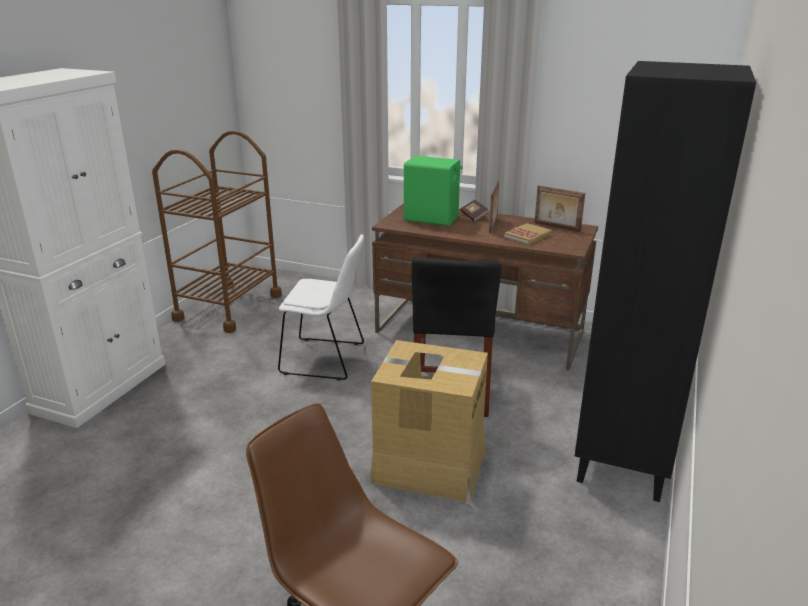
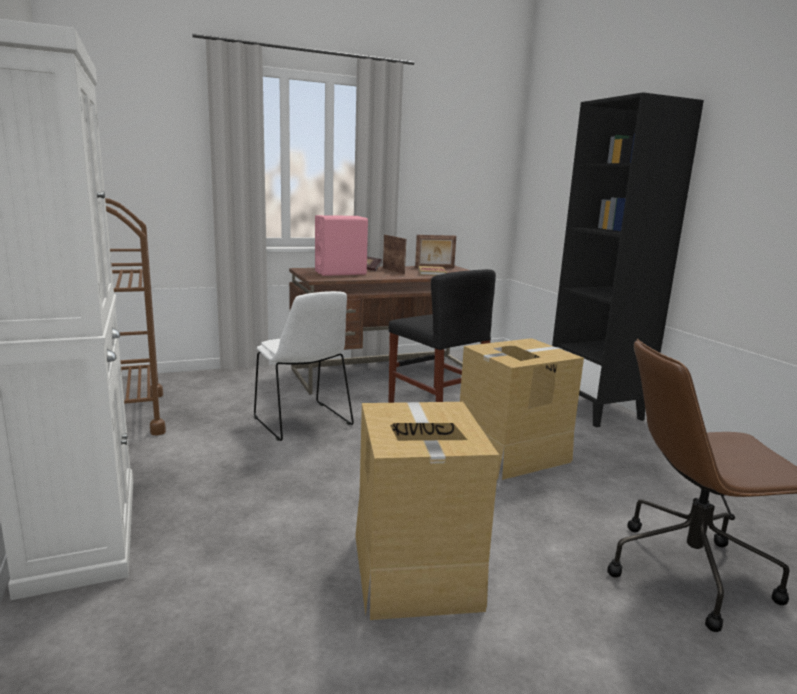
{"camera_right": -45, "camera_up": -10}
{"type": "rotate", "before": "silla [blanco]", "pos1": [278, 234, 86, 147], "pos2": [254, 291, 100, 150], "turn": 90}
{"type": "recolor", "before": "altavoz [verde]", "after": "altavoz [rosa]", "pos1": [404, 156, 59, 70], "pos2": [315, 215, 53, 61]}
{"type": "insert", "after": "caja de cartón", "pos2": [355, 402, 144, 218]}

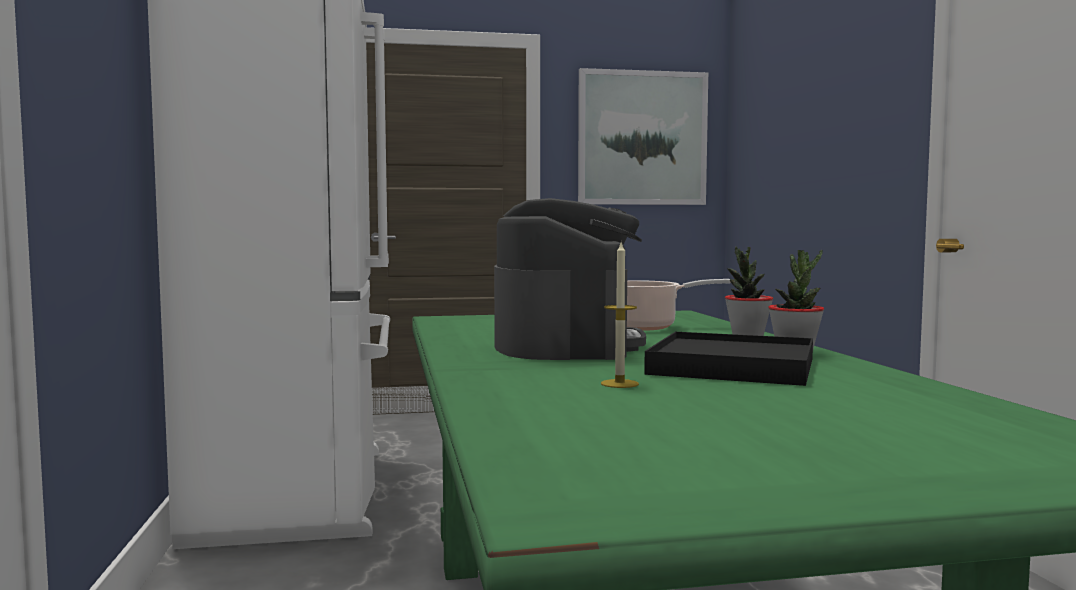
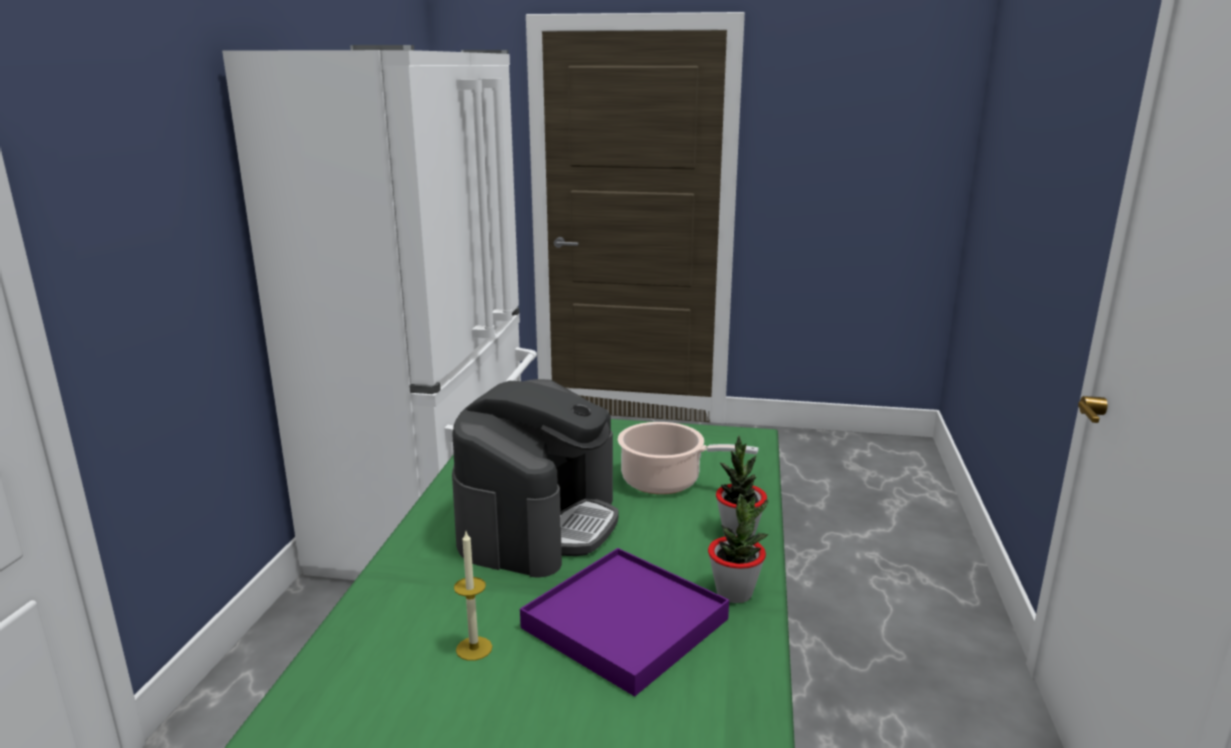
{"camera_right": 20, "camera_up": 15}
{"type": "delete", "before": "cuadro", "pos1": [578, 68, 130, 137]}
{"type": "recolor", "before": "bandeja [negro]", "after": "bandeja [morado]", "pos1": [644, 332, 169, 54], "pos2": [520, 548, 209, 148]}

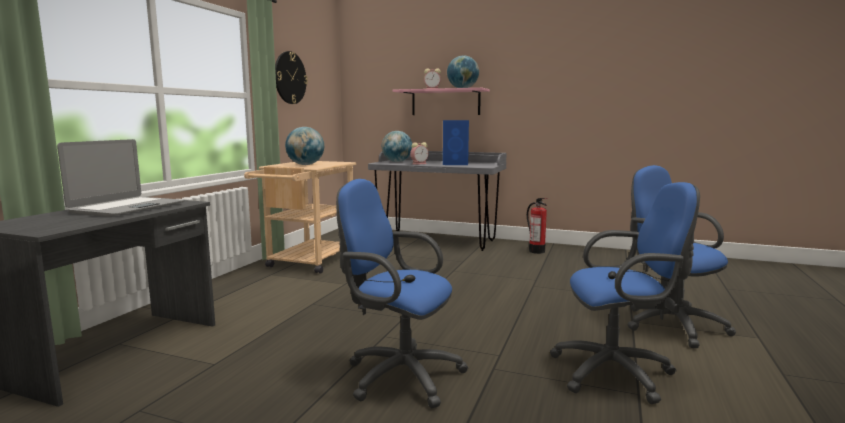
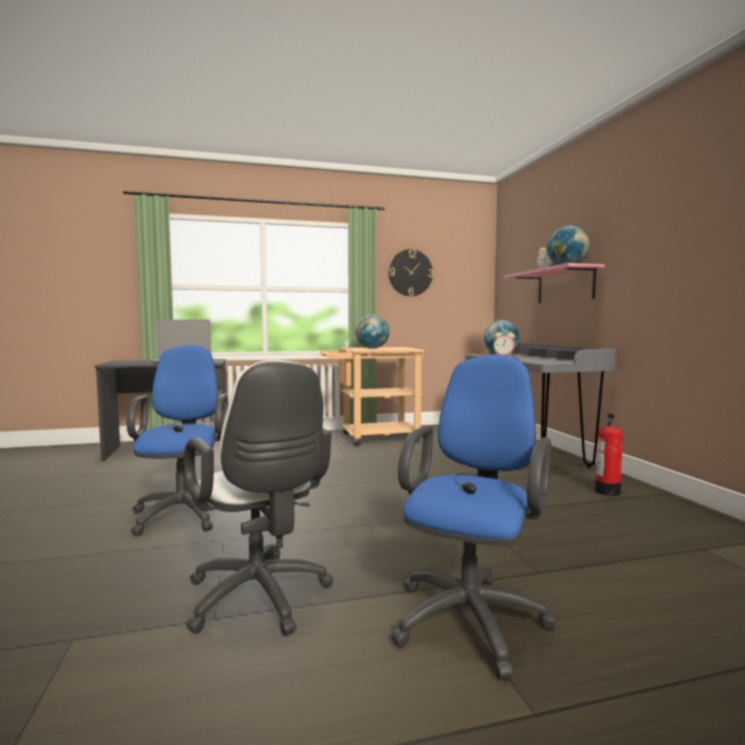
{"camera_right": 55, "camera_up": -5}
{"type": "delete", "before": "altavoz [azul]", "pos1": [443, 120, 26, 45]}
{"type": "recolor", "before": "silla de oficina [azul]", "after": "silla de oficina [blanco]", "pos1": [550, 182, 150, 222], "pos2": [183, 360, 151, 276]}

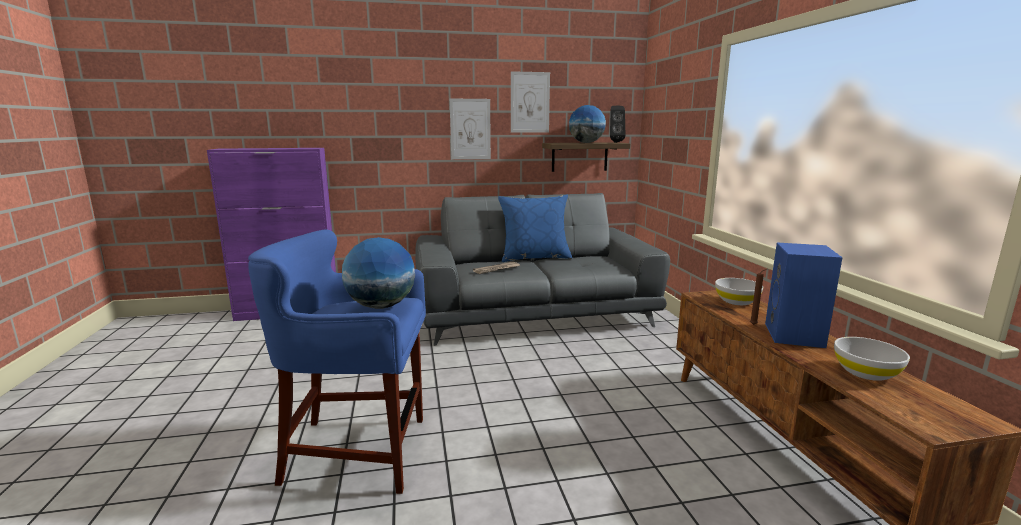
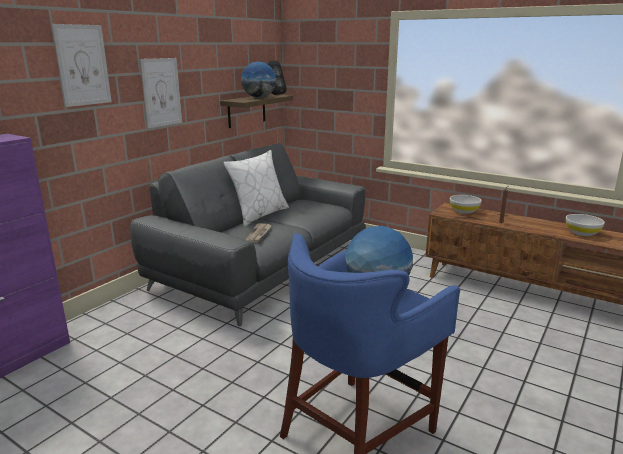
{"camera_right": -45, "camera_up": 5}
{"type": "recolor", "before": "cojín [azul]", "after": "cojín [blanco]", "pos1": [498, 195, 74, 67], "pos2": [223, 150, 66, 77]}
{"type": "move", "before": "cuadro", "pos1": [511, 71, 39, 62], "pos2": [51, 24, 61, 83]}
{"type": "delete", "before": "altavoz [azul]", "pos1": [765, 243, 77, 105]}

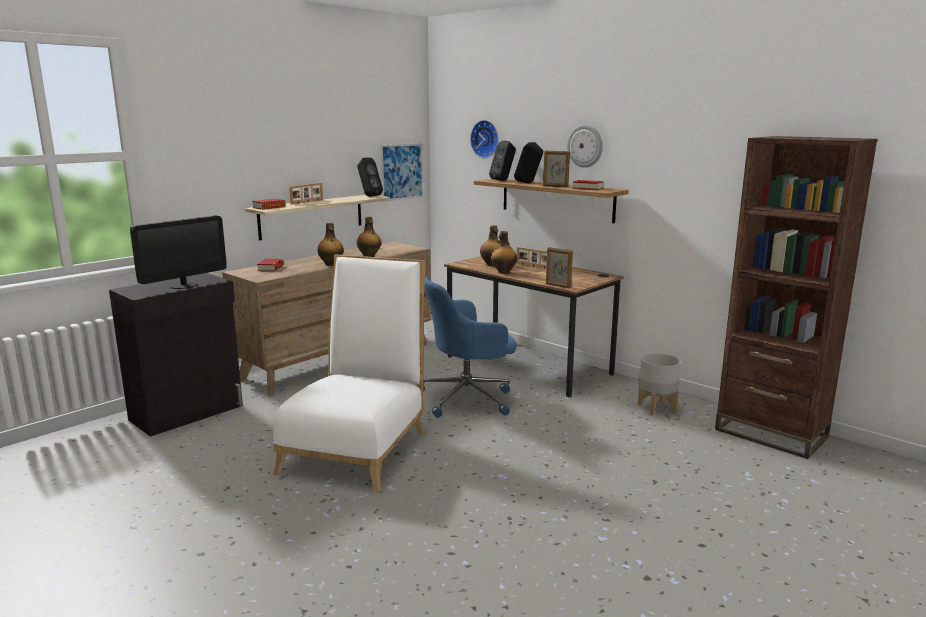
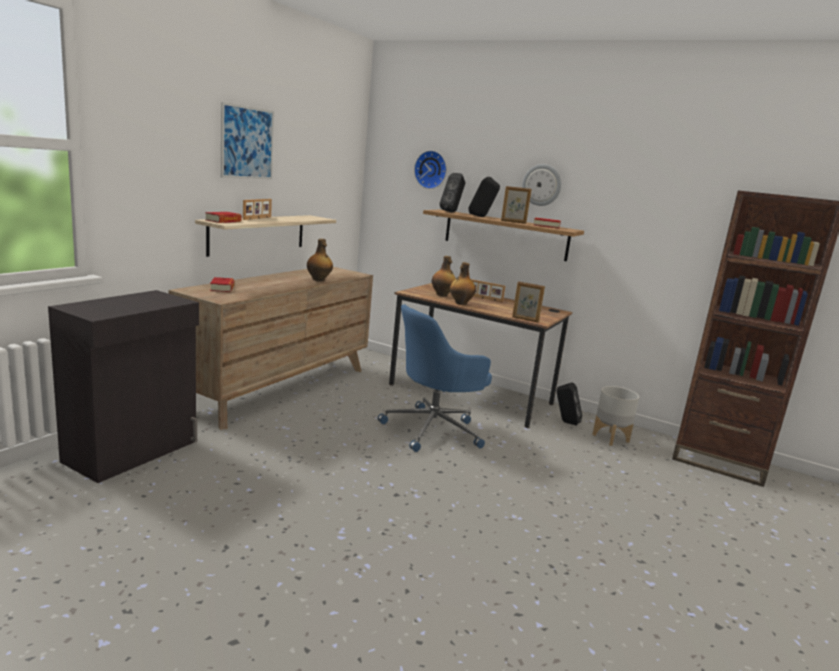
{"camera_right": -15, "camera_up": 0}
{"type": "delete", "before": "monitor", "pos1": [130, 215, 97, 74]}
{"type": "delete", "before": "silla [blanco]", "pos1": [273, 255, 153, 237]}
{"type": "delete", "before": "botella", "pos1": [317, 223, 27, 43]}
{"type": "move", "before": "altavoz [negro]", "pos1": [357, 157, 26, 40], "pos2": [556, 382, 26, 44]}
{"type": "move", "before": "cuadro", "pos1": [380, 143, 43, 59], "pos2": [221, 102, 53, 78]}

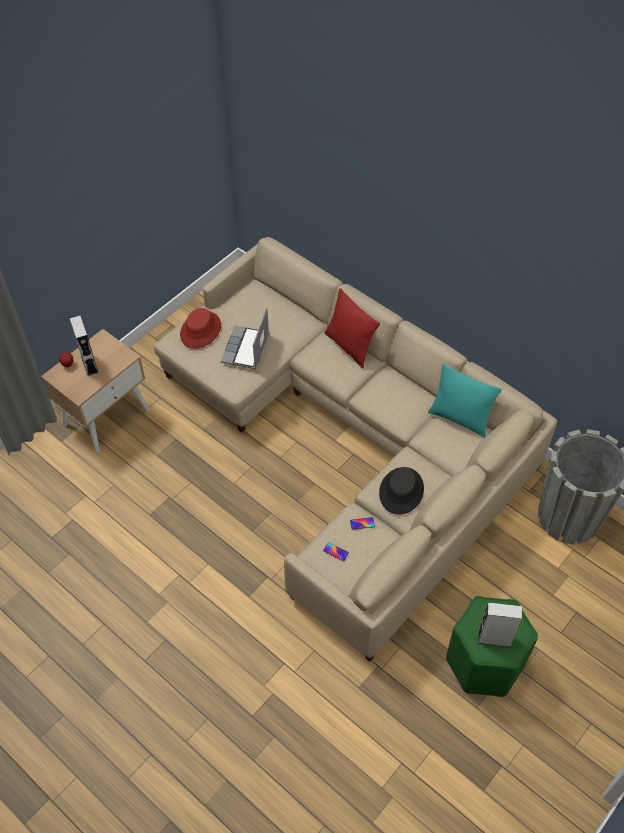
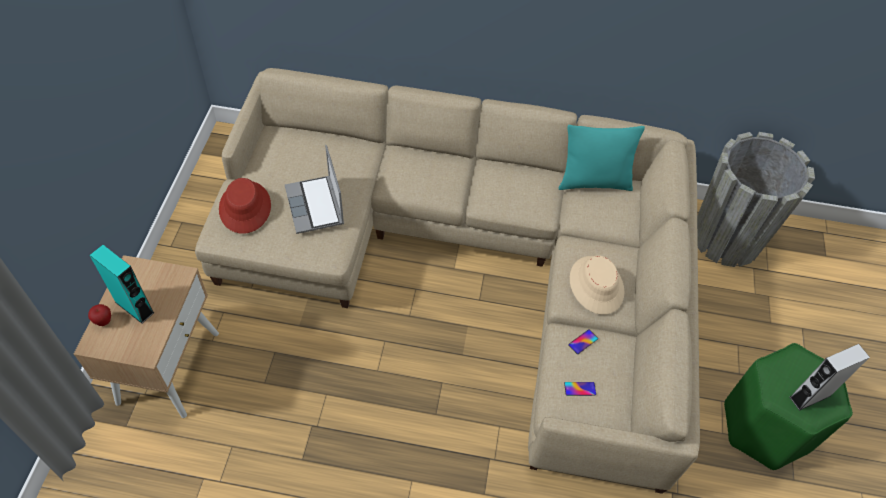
{"camera_right": -35, "camera_up": 0}
{"type": "recolor", "before": "altavoz [gris]", "after": "altavoz [turquesa]", "pos1": [69, 315, 30, 61], "pos2": [90, 245, 64, 79]}
{"type": "delete", "before": "cojín [rojo]", "pos1": [324, 288, 56, 80]}
{"type": "recolor", "before": "sombrero [negro]", "after": "sombrero [beis]", "pos1": [379, 467, 45, 48], "pos2": [570, 256, 54, 59]}

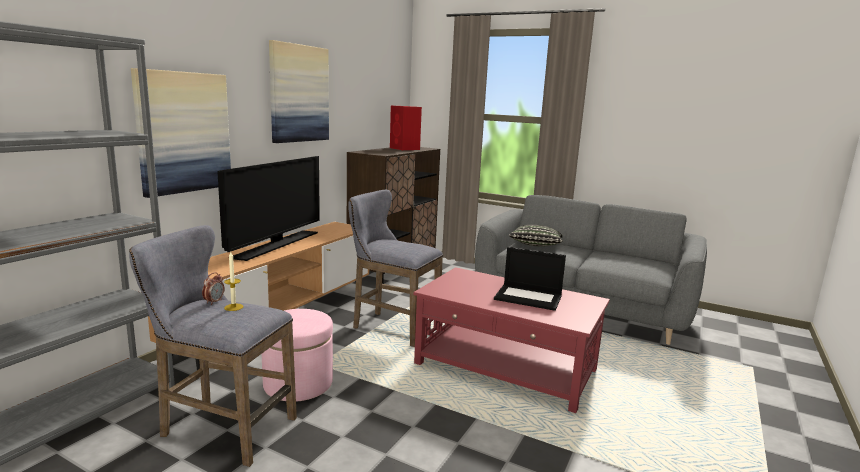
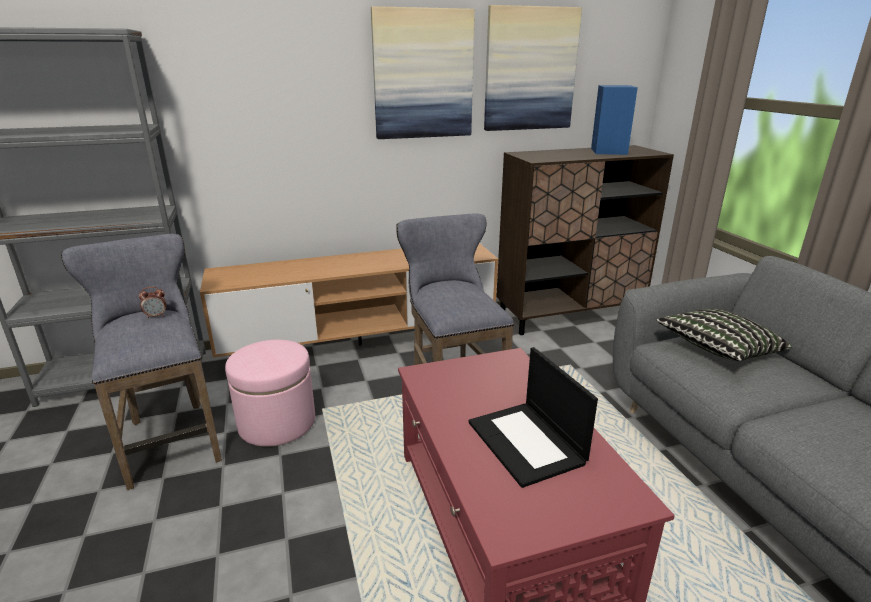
{"camera_right": 45, "camera_up": 10}
{"type": "move", "before": "cuadro", "pos1": [131, 68, 100, 130], "pos2": [484, 5, 98, 126]}
{"type": "delete", "before": "televisor", "pos1": [217, 156, 103, 105]}
{"type": "delete", "before": "vela", "pos1": [224, 252, 19, 59]}
{"type": "recolor", "before": "altavoz [rojo]", "after": "altavoz [azul]", "pos1": [390, 106, 32, 44], "pos2": [591, 85, 47, 70]}

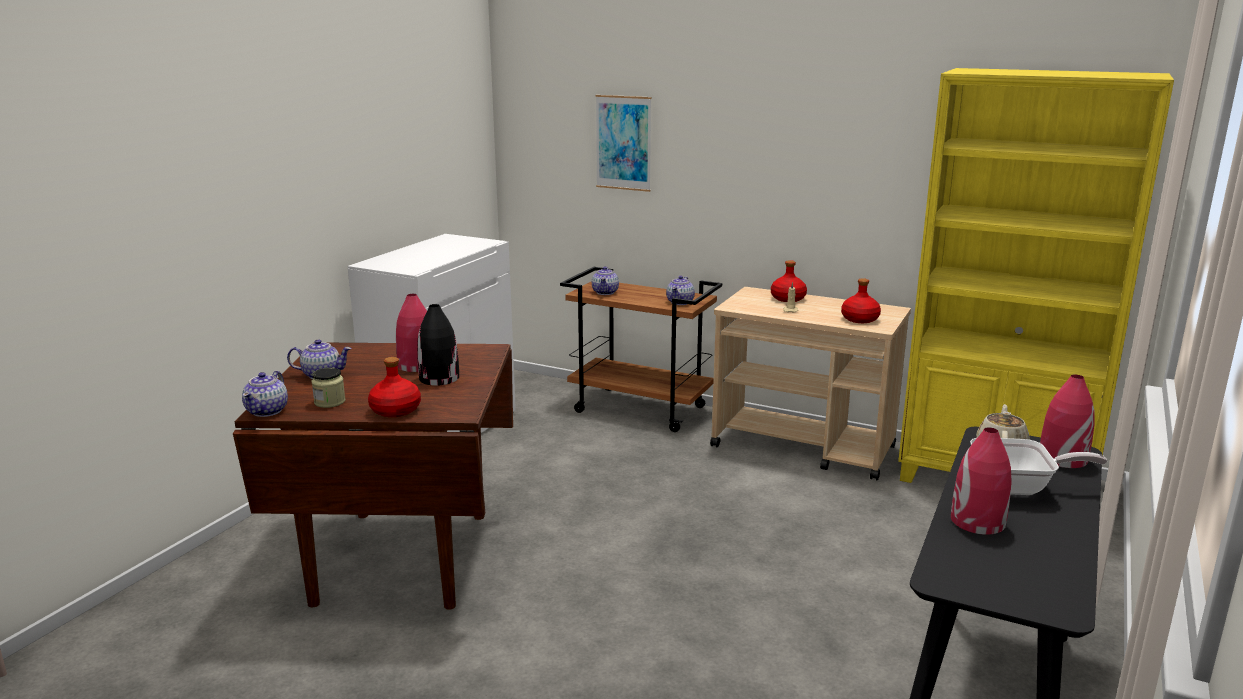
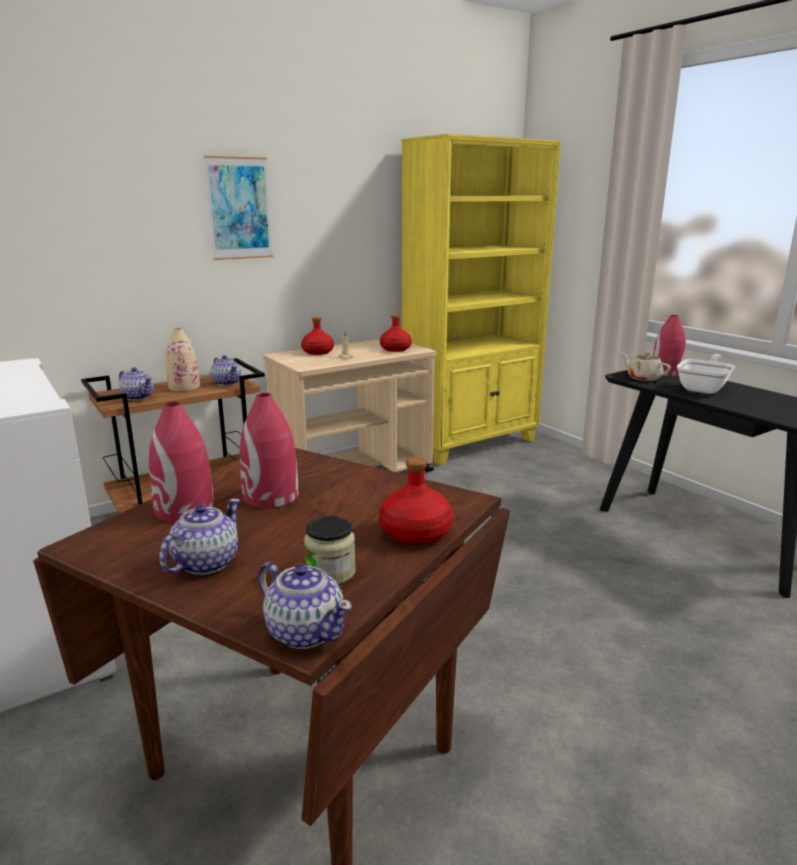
{"camera_right": -60, "camera_up": 0}
{"type": "delete", "before": "florero [negro]", "pos1": [417, 304, 42, 82]}
{"type": "move", "before": "cuadro", "pos1": [596, 95, 56, 97], "pos2": [204, 156, 69, 104]}
{"type": "move", "before": "florero [rojo]", "pos1": [951, 427, 61, 108], "pos2": [149, 402, 65, 120]}
{"type": "insert", "after": "florero [beis]", "pos2": [166, 328, 34, 63]}

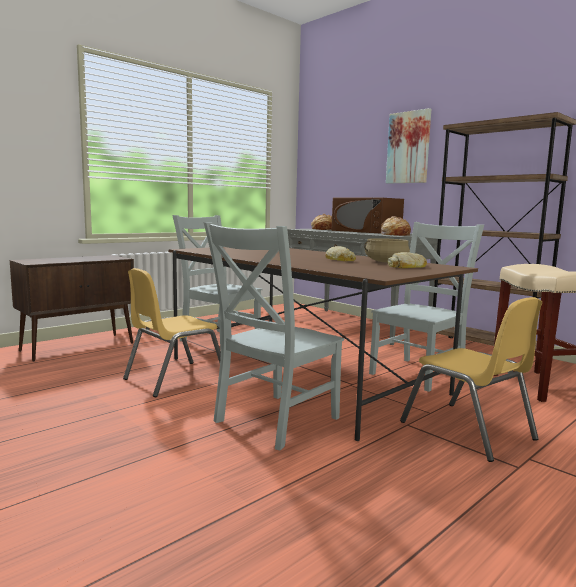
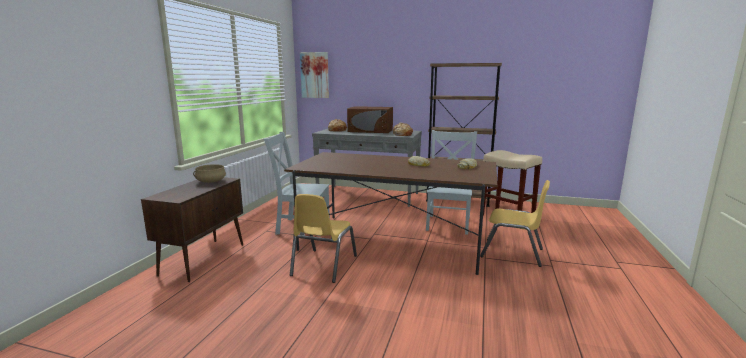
{"camera_right": -30, "camera_up": 5}
{"type": "delete", "before": "silla [gris]", "pos1": [204, 222, 140, 229]}
{"type": "move", "before": "olla [beis]", "pos1": [364, 238, 46, 25], "pos2": [193, 164, 33, 19]}
{"type": "move", "before": "cuadro", "pos1": [386, 108, 45, 76], "pos2": [300, 52, 29, 46]}

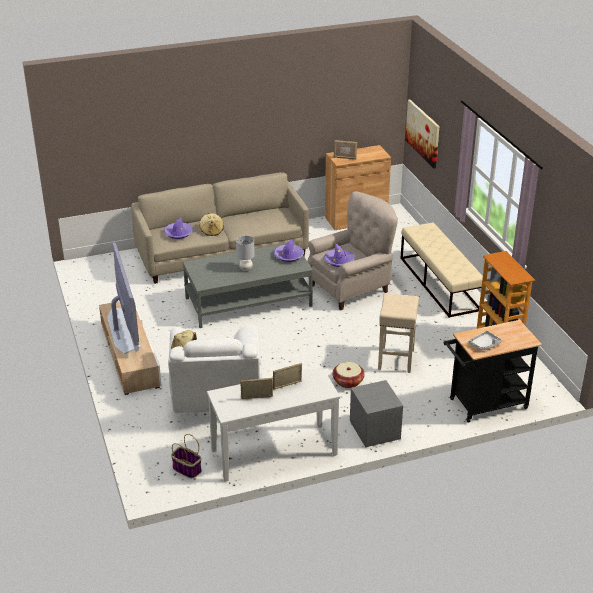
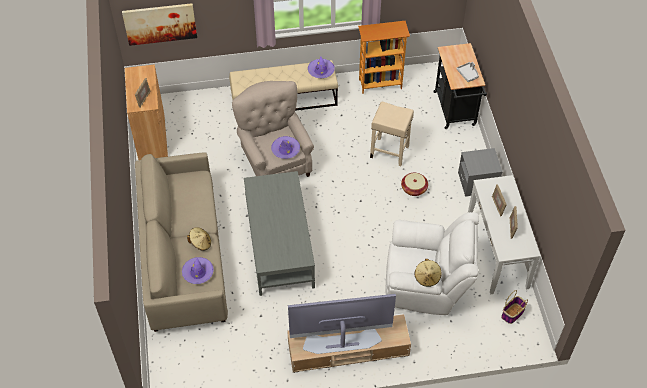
{"camera_right": -80, "camera_up": 20}
{"type": "delete", "before": "lámpara de mesa [gris]", "pos1": [236, 236, 19, 35]}
{"type": "move", "before": "sombrero [morado]", "pos1": [274, 239, 30, 23], "pos2": [308, 56, 27, 22]}

